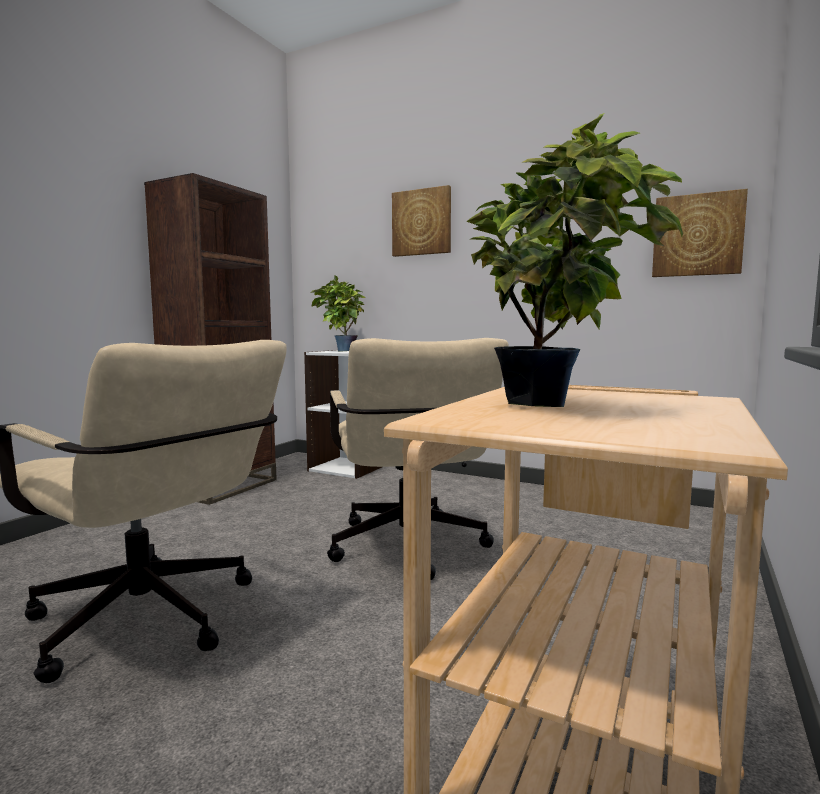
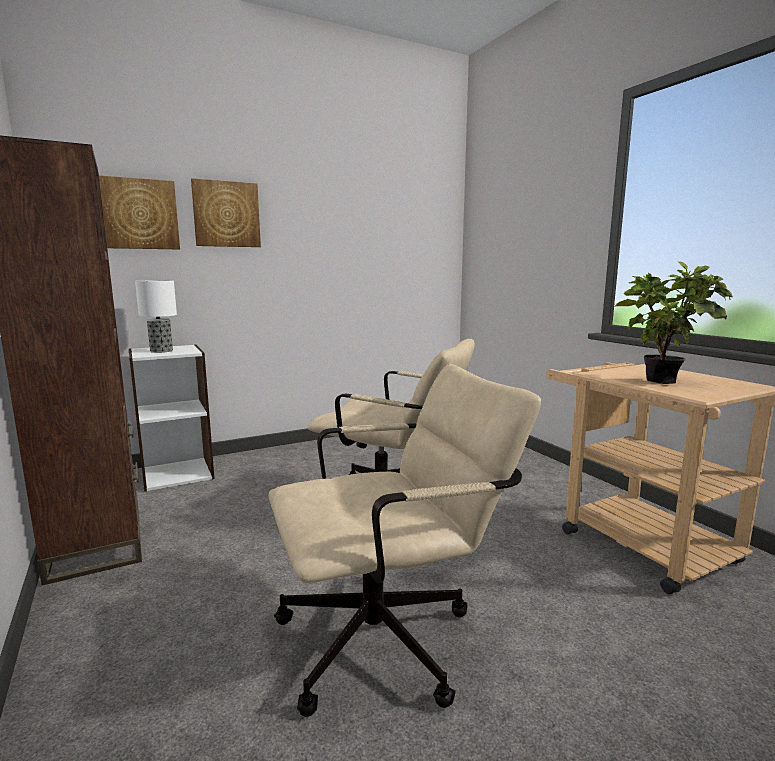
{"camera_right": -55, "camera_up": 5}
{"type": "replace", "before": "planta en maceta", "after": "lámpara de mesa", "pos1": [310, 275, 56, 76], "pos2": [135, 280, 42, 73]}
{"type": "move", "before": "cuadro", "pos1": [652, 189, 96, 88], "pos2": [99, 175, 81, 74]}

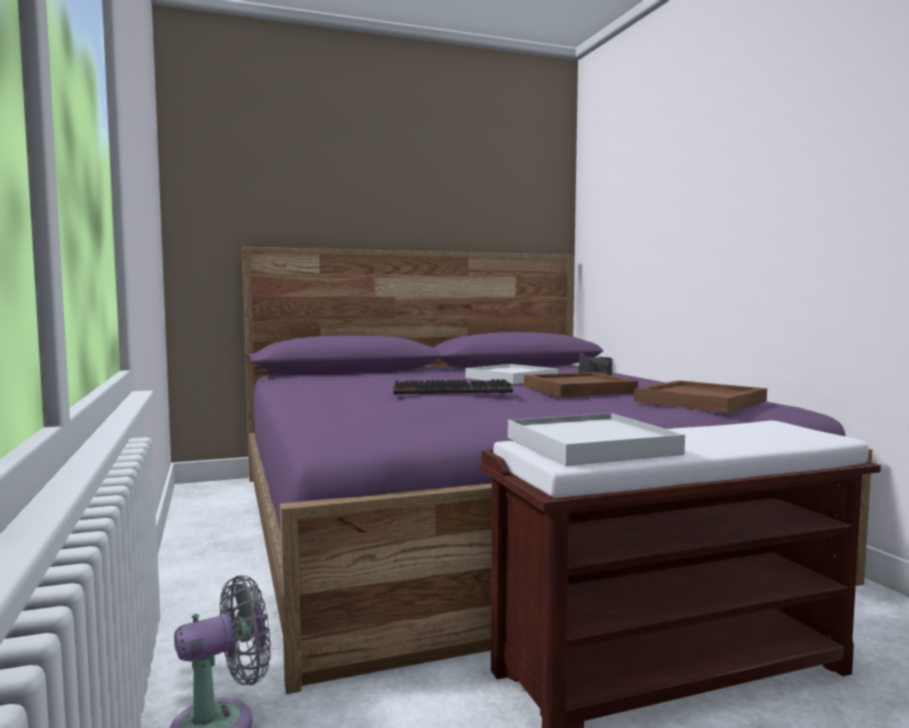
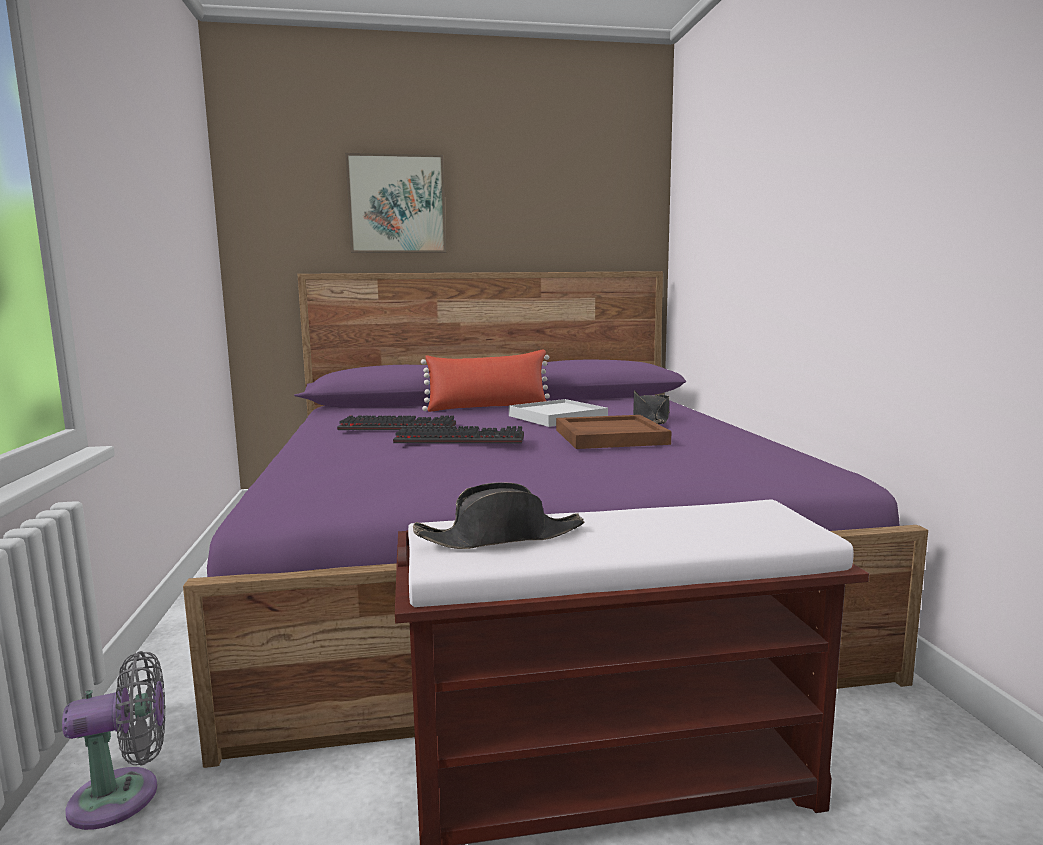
{"camera_right": 10, "camera_up": 5}
{"type": "replace", "before": "bandeja [blanco]", "after": "sombrero [negro]", "pos1": [508, 413, 177, 53], "pos2": [413, 483, 172, 66]}
{"type": "delete", "before": "bandeja [marrón]", "pos1": [634, 380, 133, 33]}
{"type": "insert", "after": "teclado", "pos2": [337, 415, 119, 15]}
{"type": "insert", "after": "cuadro", "pos2": [345, 153, 101, 100]}
{"type": "insert", "after": "cojín [rojo]", "pos2": [421, 350, 129, 62]}

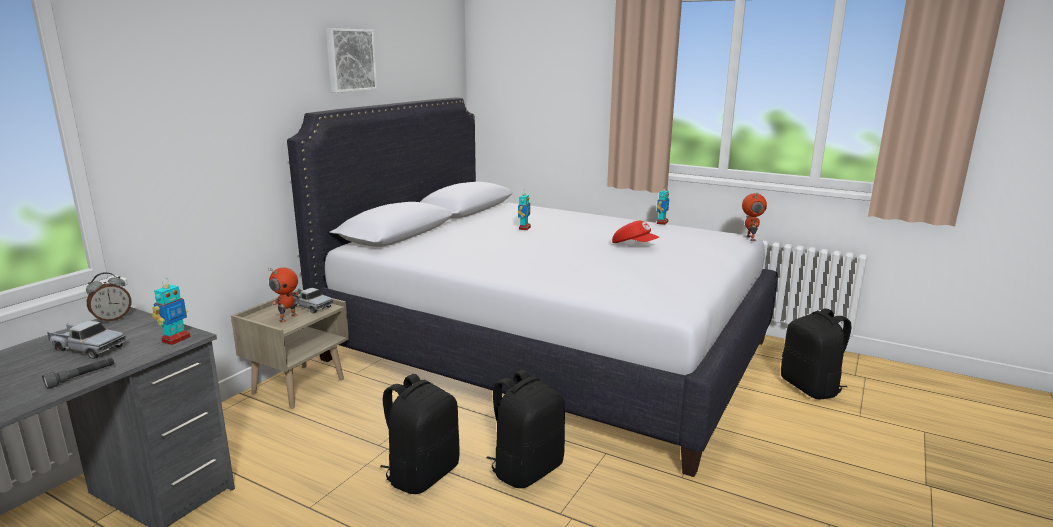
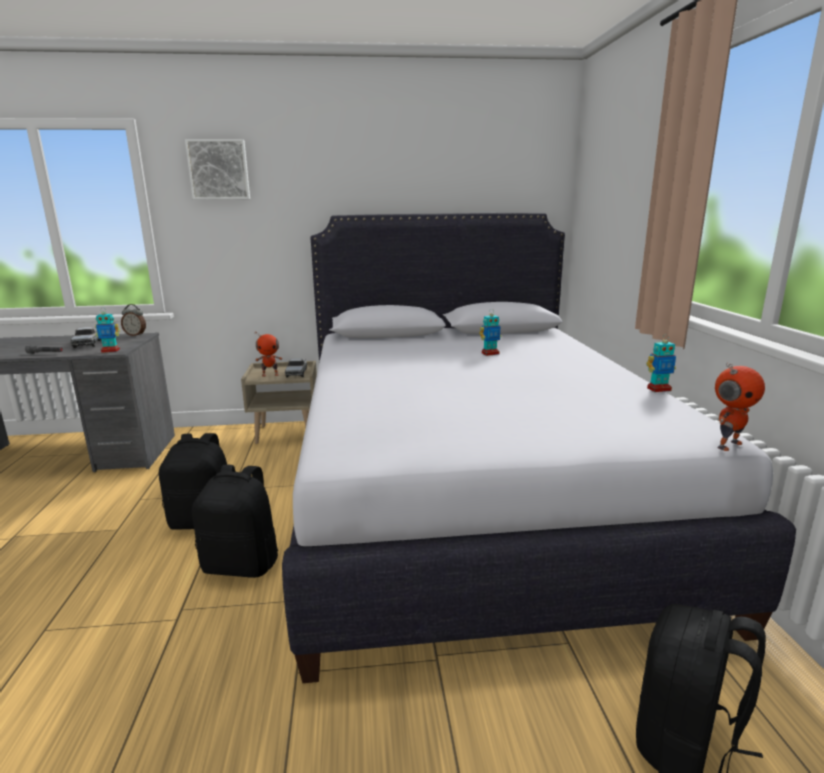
{"camera_right": 55, "camera_up": 0}
{"type": "move", "before": "cuadro", "pos1": [326, 28, 51, 65], "pos2": [185, 139, 65, 61]}
{"type": "delete", "before": "gorra [rojo]", "pos1": [612, 221, 47, 22]}

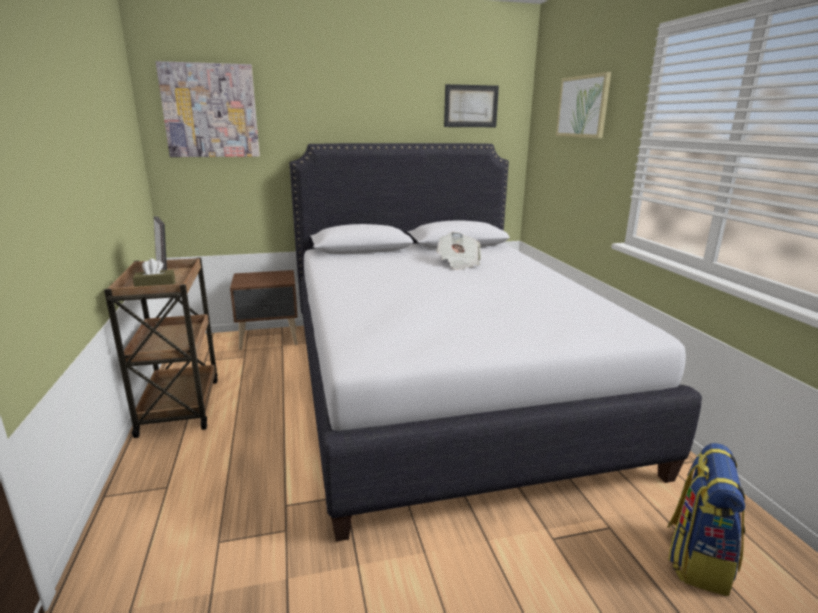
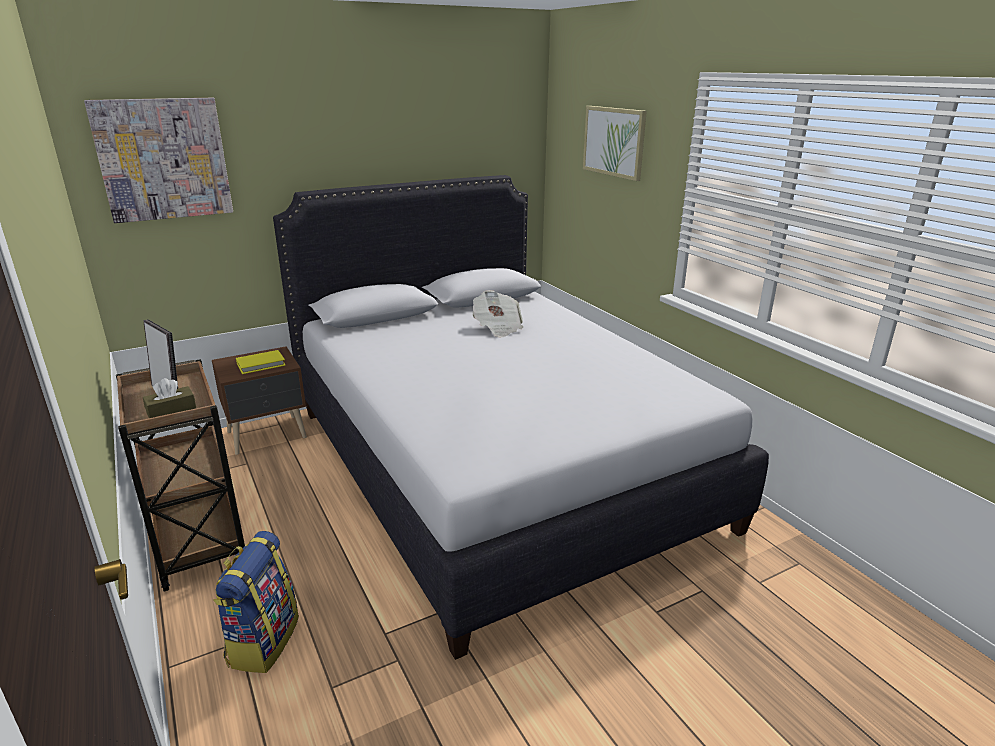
{"camera_right": -15, "camera_up": 5}
{"type": "delete", "before": "cuadro", "pos1": [444, 84, 55, 43]}
{"type": "move", "before": "mochila", "pos1": [667, 443, 78, 153], "pos2": [213, 531, 86, 142]}
{"type": "insert", "after": "libro [amarillo]", "pos2": [236, 350, 49, 24]}

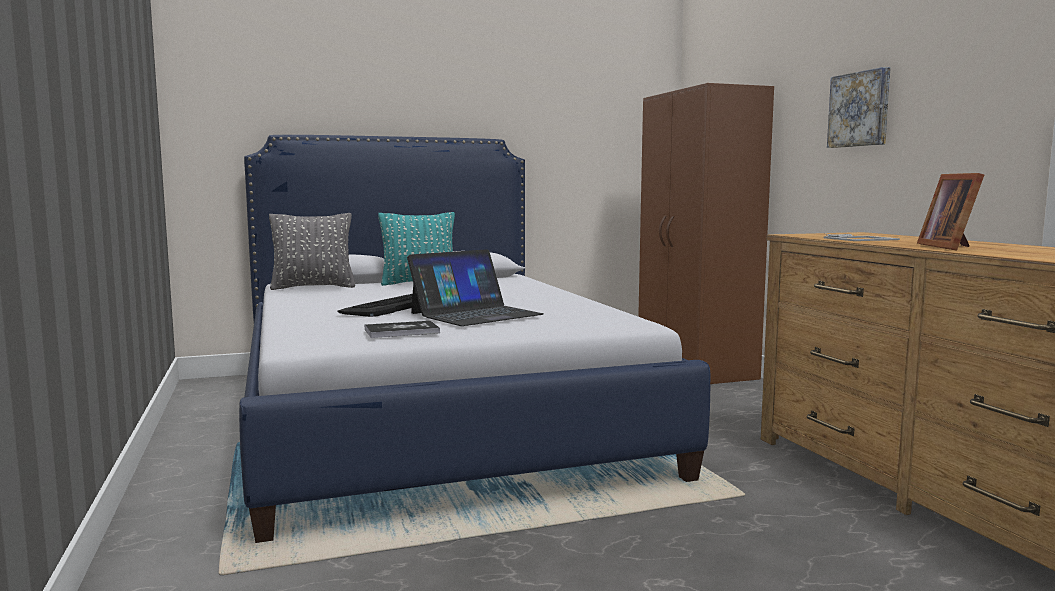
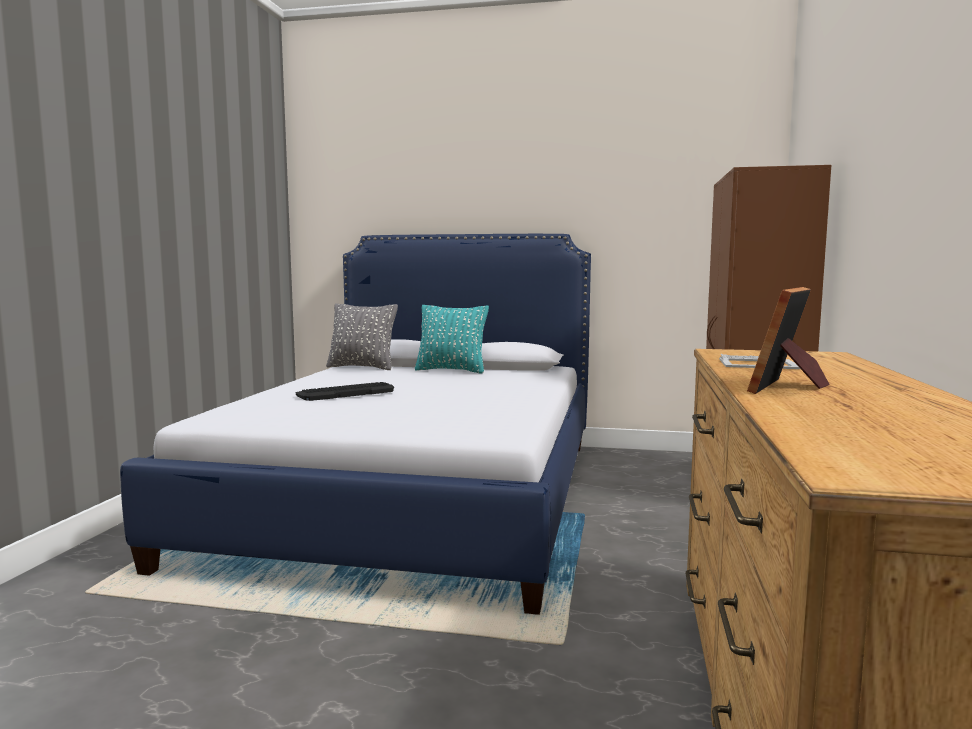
{"camera_right": 30, "camera_up": 0}
{"type": "delete", "before": "libro", "pos1": [365, 321, 75, 17]}
{"type": "delete", "before": "portátil", "pos1": [407, 249, 136, 77]}
{"type": "delete", "before": "cuadro", "pos1": [827, 67, 63, 81]}

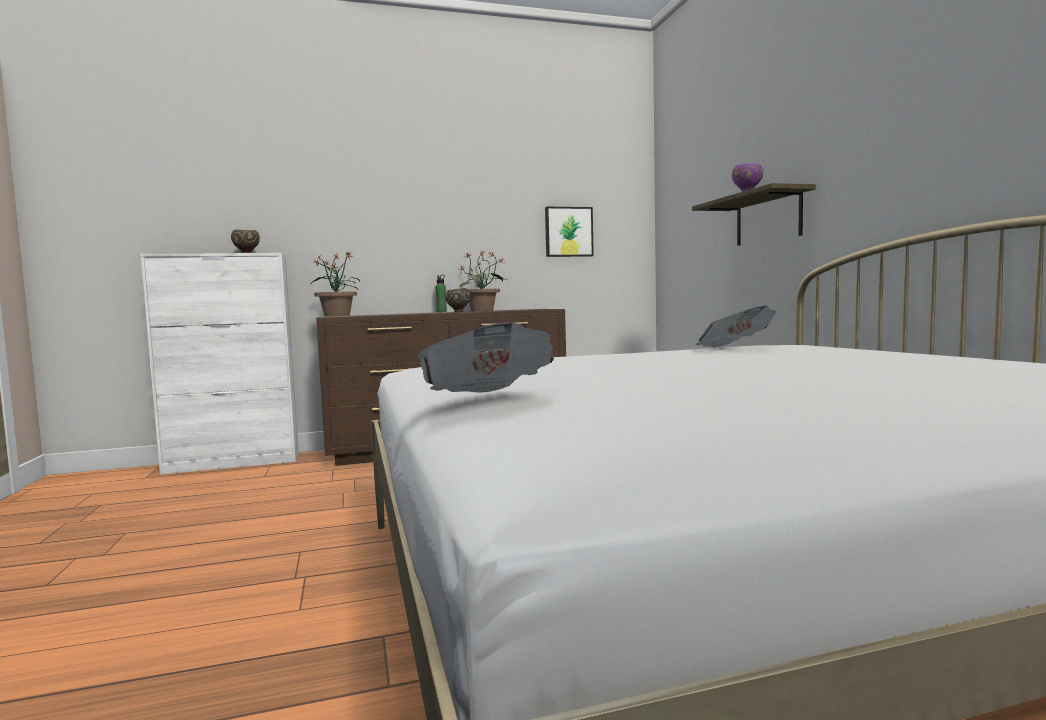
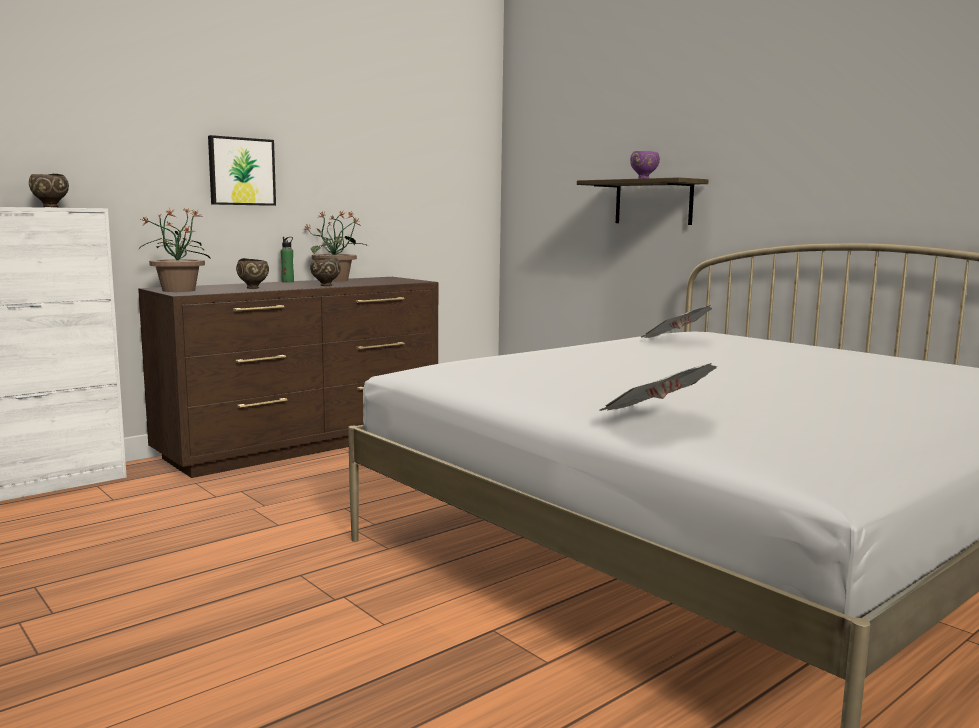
{"camera_right": -25, "camera_up": 5}
{"type": "move", "before": "cuadro", "pos1": [545, 207, 49, 50], "pos2": [208, 135, 68, 71]}
{"type": "insert", "after": "cuenco [marrón]", "pos2": [236, 258, 33, 31]}

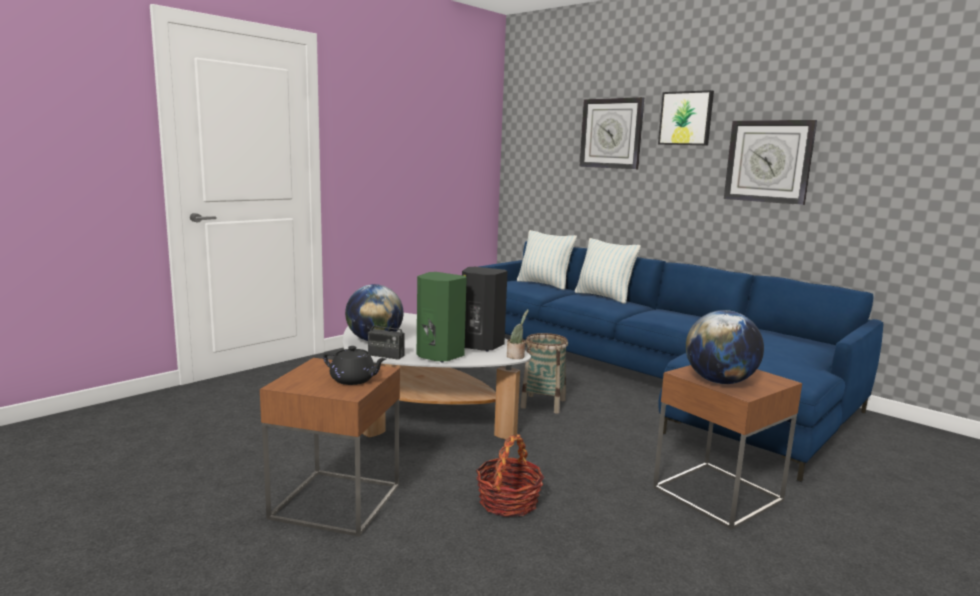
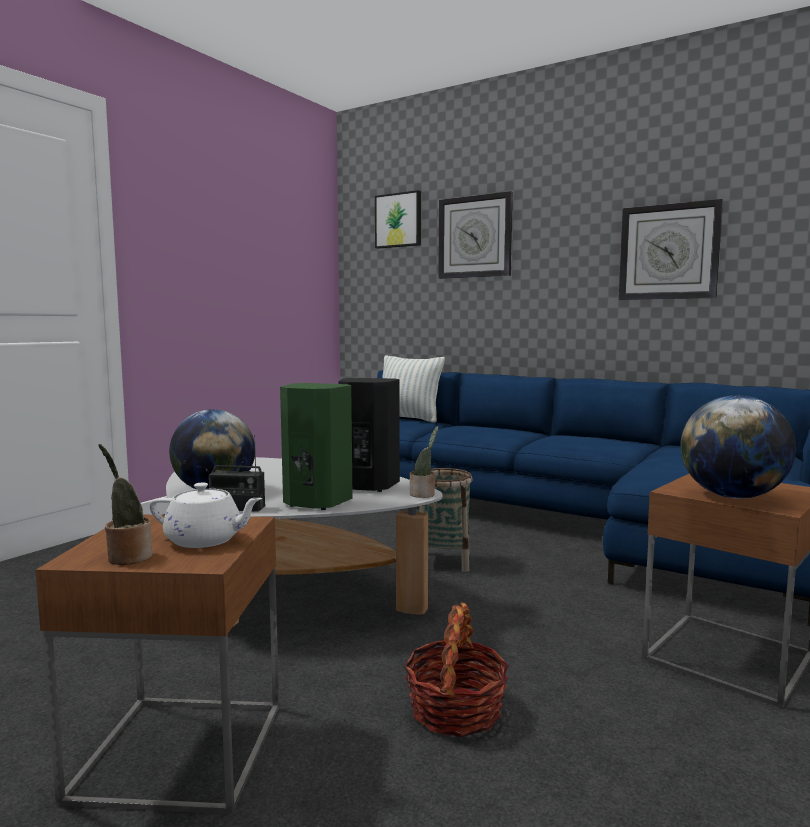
{"camera_right": -10, "camera_up": -5}
{"type": "recolor", "before": "tetera [negro]", "after": "tetera [blanco]", "pos1": [323, 346, 63, 39], "pos2": [149, 483, 114, 65]}
{"type": "delete", "before": "cojín", "pos1": [575, 238, 66, 66]}
{"type": "move", "before": "cuadro", "pos1": [658, 90, 56, 55], "pos2": [375, 190, 46, 59]}
{"type": "insert", "after": "planta en maceta", "pos2": [99, 444, 54, 121]}

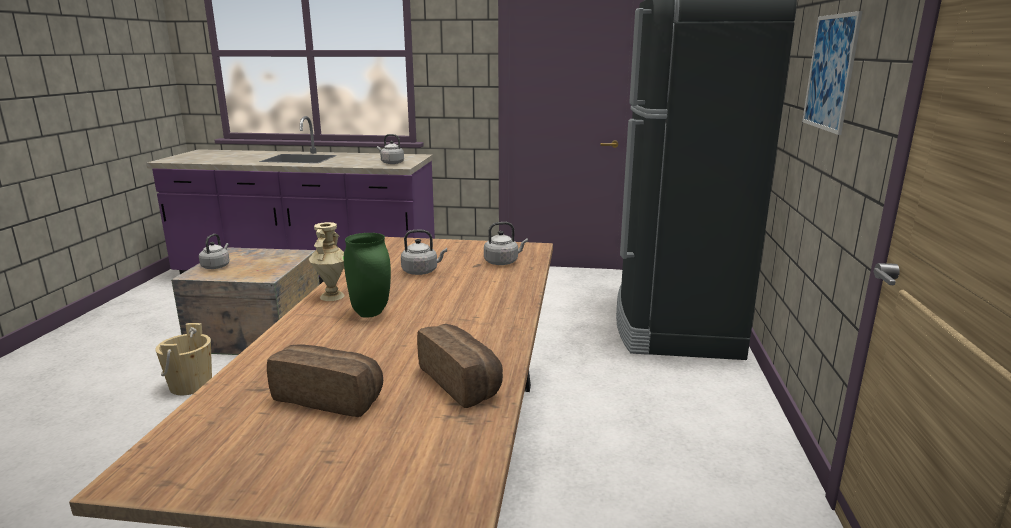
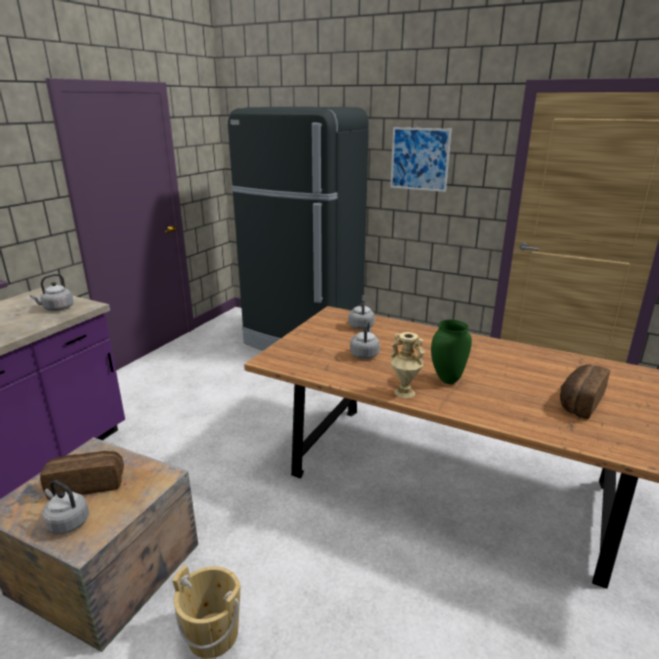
{"camera_right": -70, "camera_up": 5}
{"type": "move", "before": "pan", "pos1": [417, 324, 86, 84], "pos2": [40, 451, 84, 49]}

